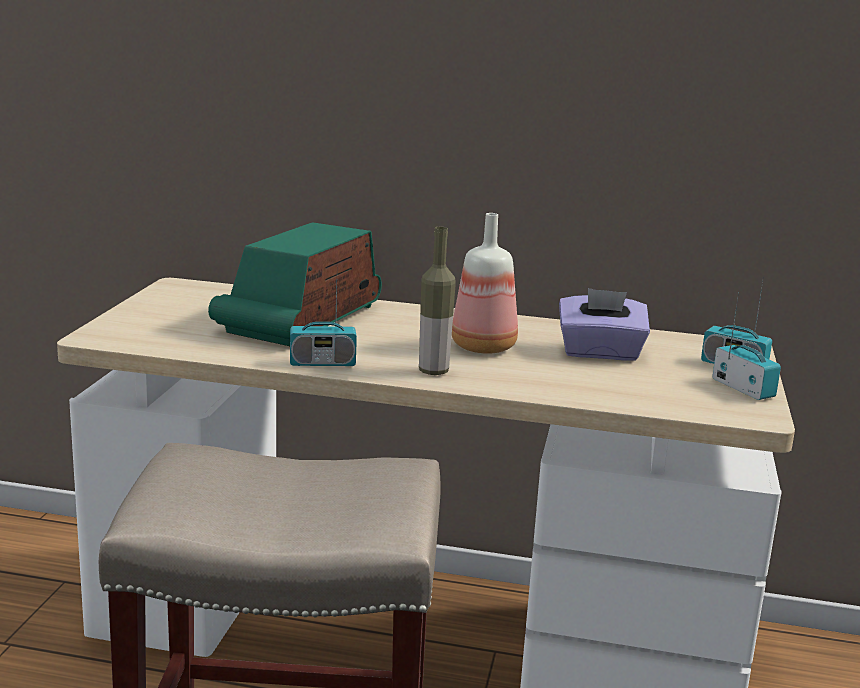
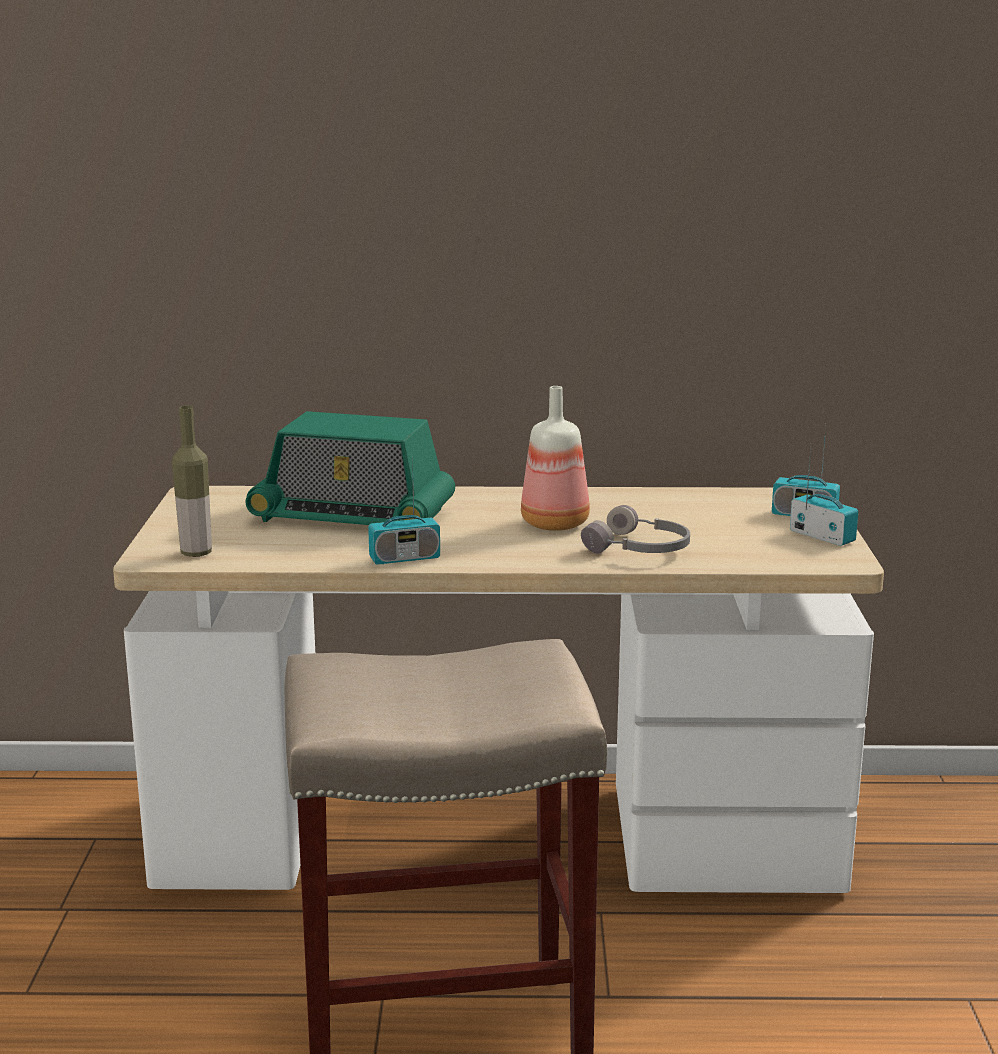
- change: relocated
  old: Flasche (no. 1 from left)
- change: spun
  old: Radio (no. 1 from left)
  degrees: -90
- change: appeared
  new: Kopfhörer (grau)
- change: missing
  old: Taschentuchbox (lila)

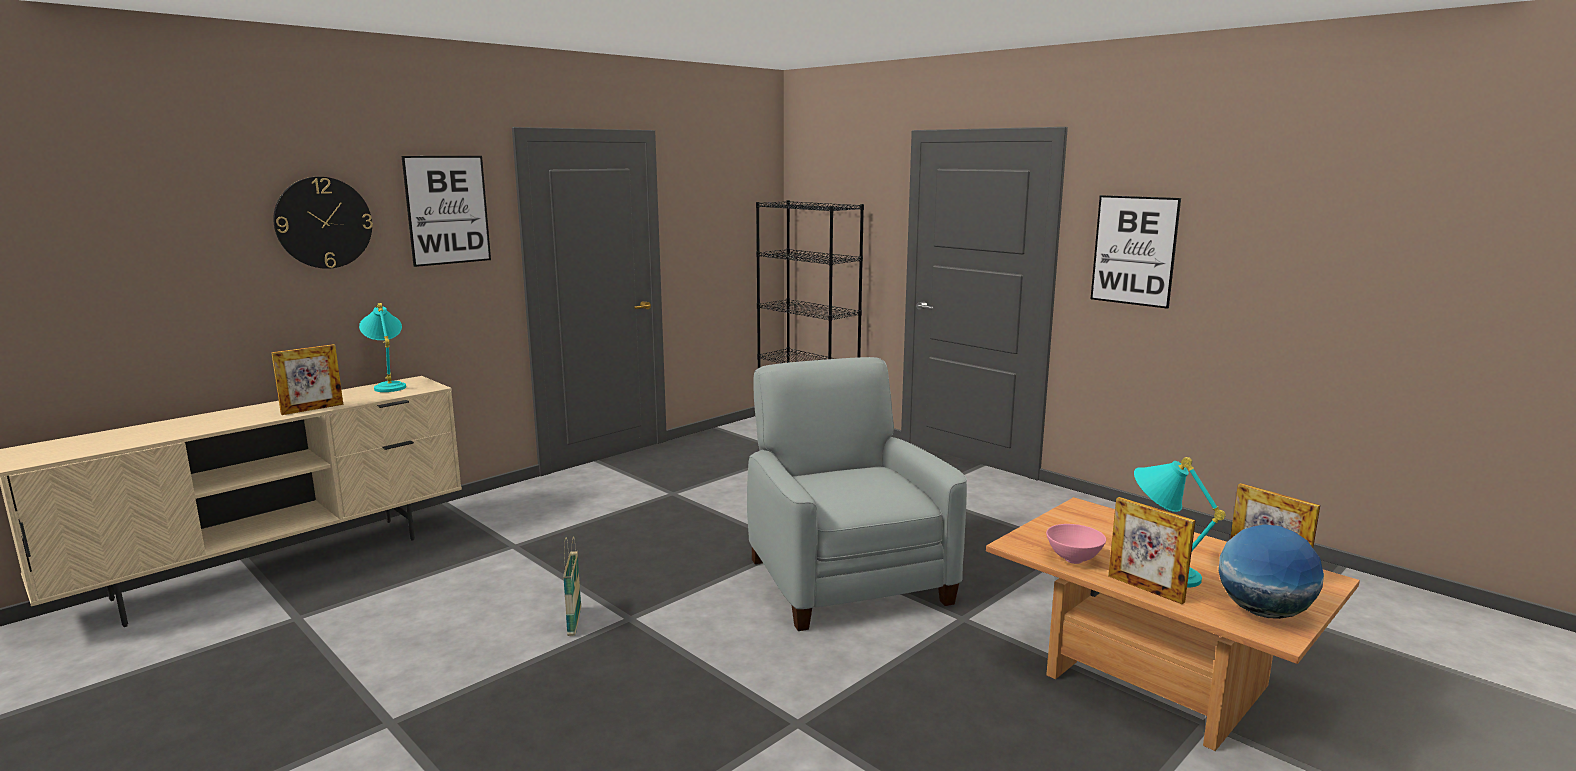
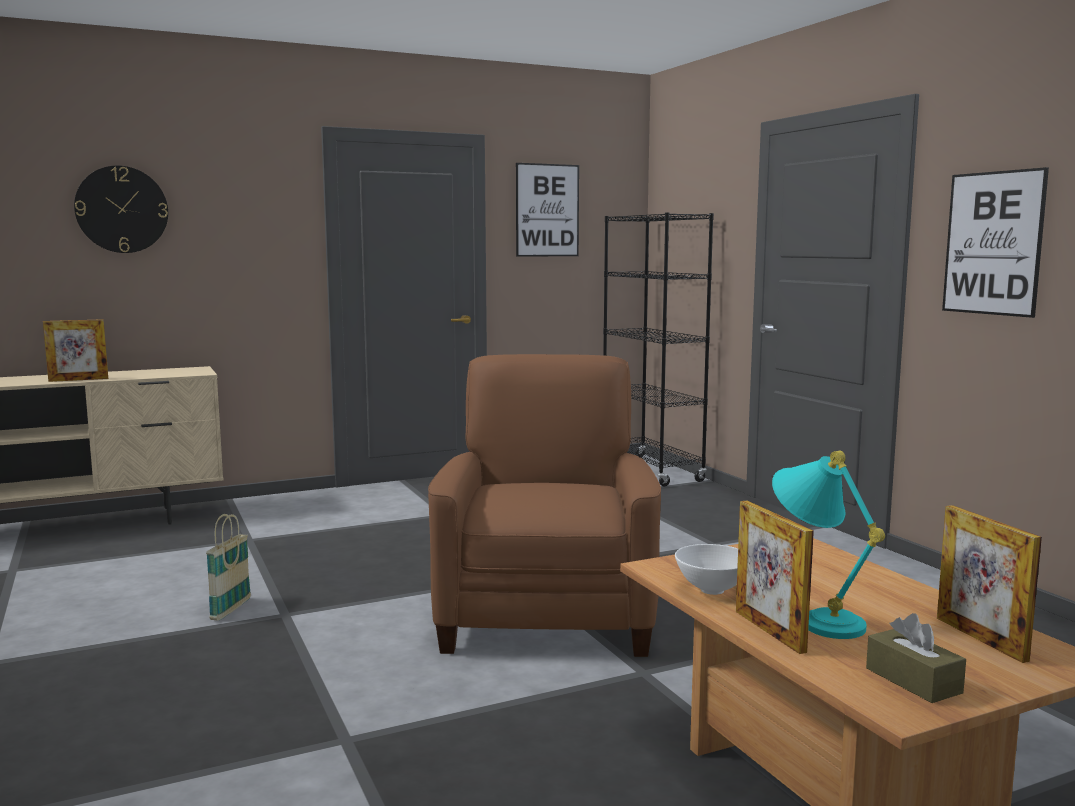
- change: colour
  old: Sessel (grau)
  new: Sessel (braun)
- change: relocated
  old: Bild (no. 1 from left)
- change: colour
  old: Schüssel (rosa)
  new: Schüssel (weiß)
- change: exchanged
  old: Globus
  new: Taschentuchbox (braun)
- change: missing
  old: Tischlampe (türkis) (no. 1 from left)

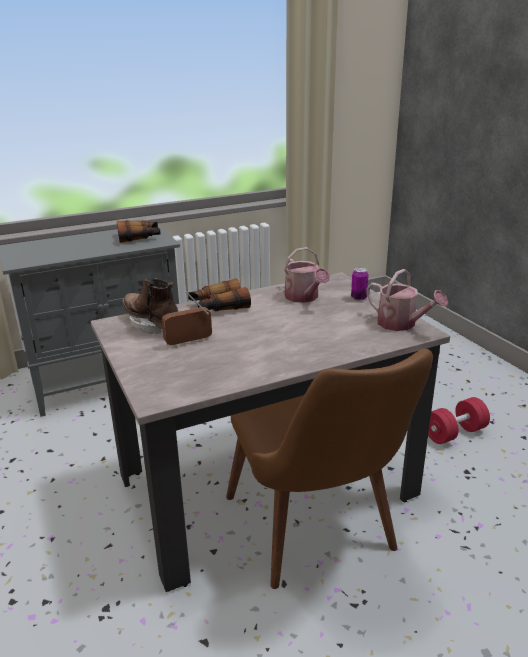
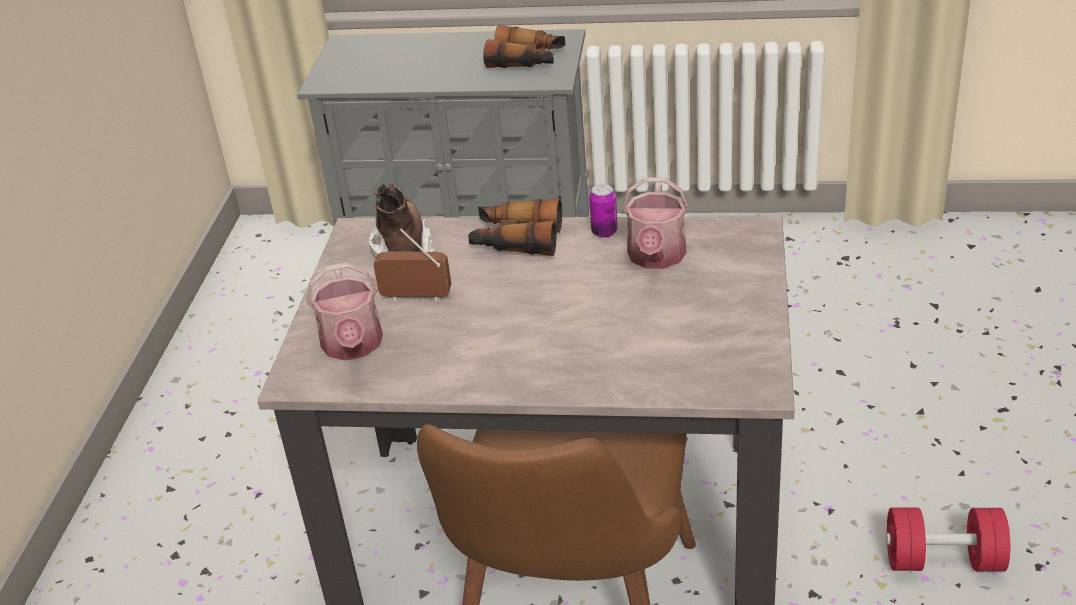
- change: relocated
  old: Gießkanne (no. 2 from left in the first image)
  new: Gießkanne (no. 1 from left)
- change: relocated
  old: Dose

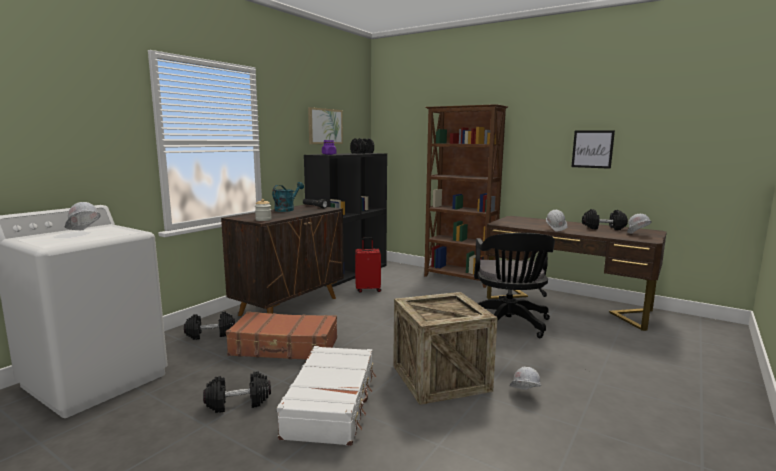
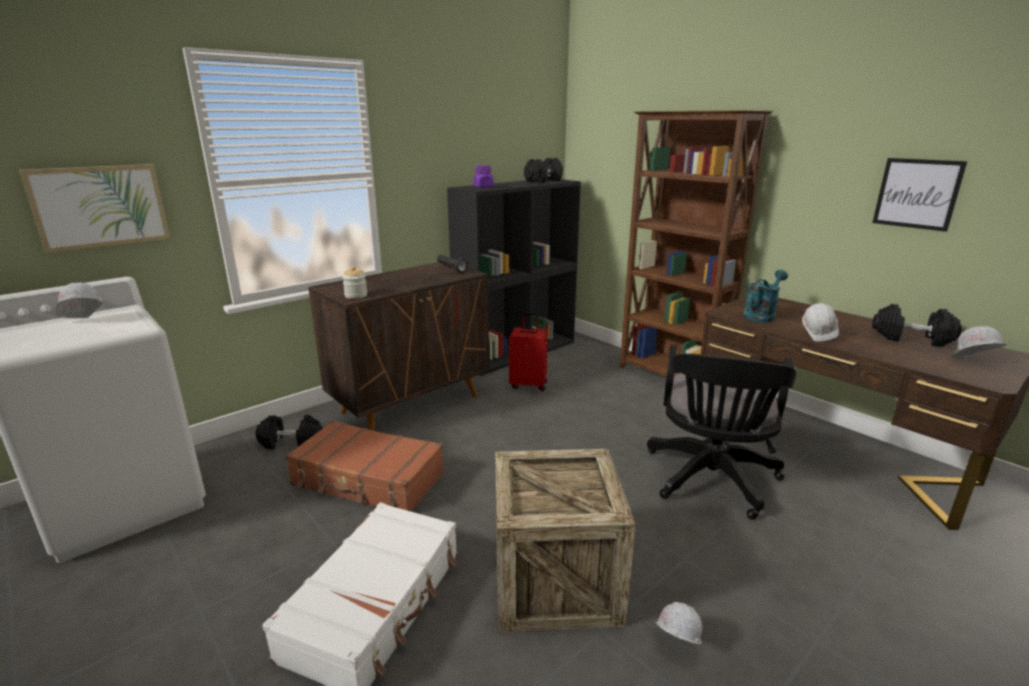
- change: relocated
  old: Bild (no. 1 from left)
- change: relocated
  old: Gießkanne (türkis)
- change: missing
  old: Hantel (schwarz) (no. 2 from left)

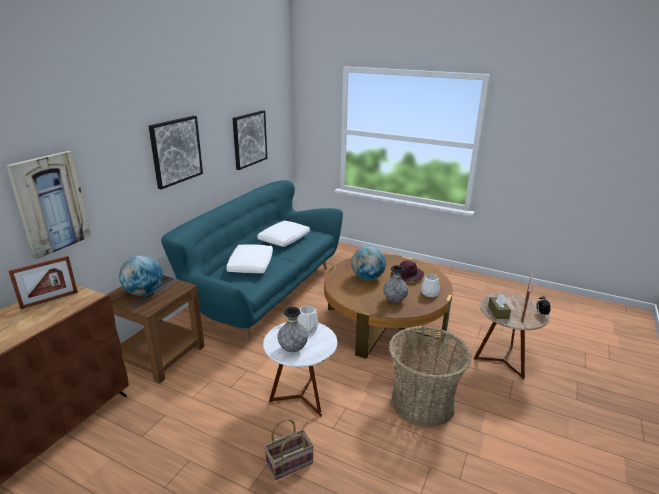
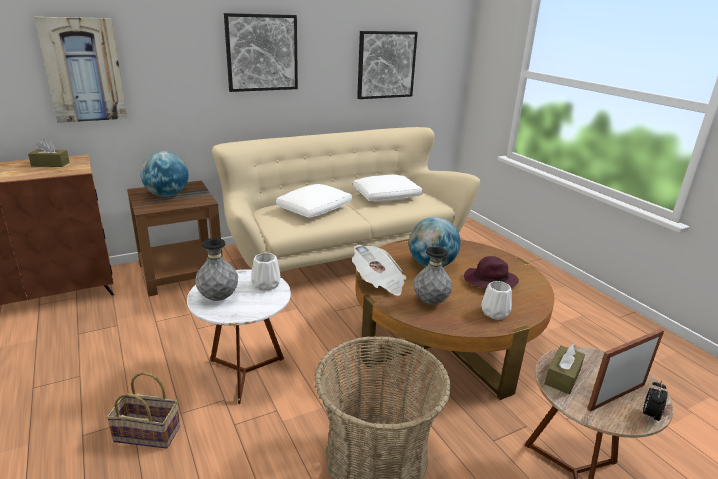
- change: exchanged
  old: Bilderrahmen (no. 1 from left)
  new: Taschentuchbox (braun) (no. 1 from left)
- change: colour
  old: Sofa (türkis)
  new: Sofa (beige)
- change: appeared
  new: Zeitung

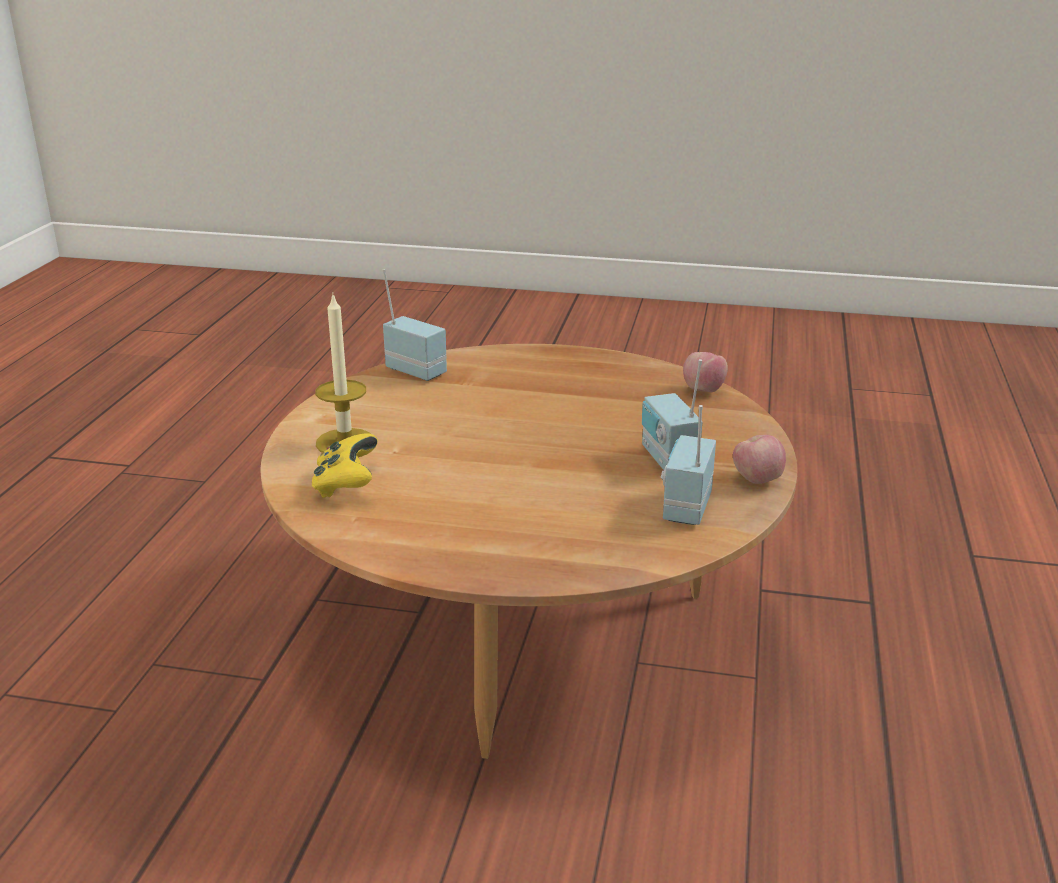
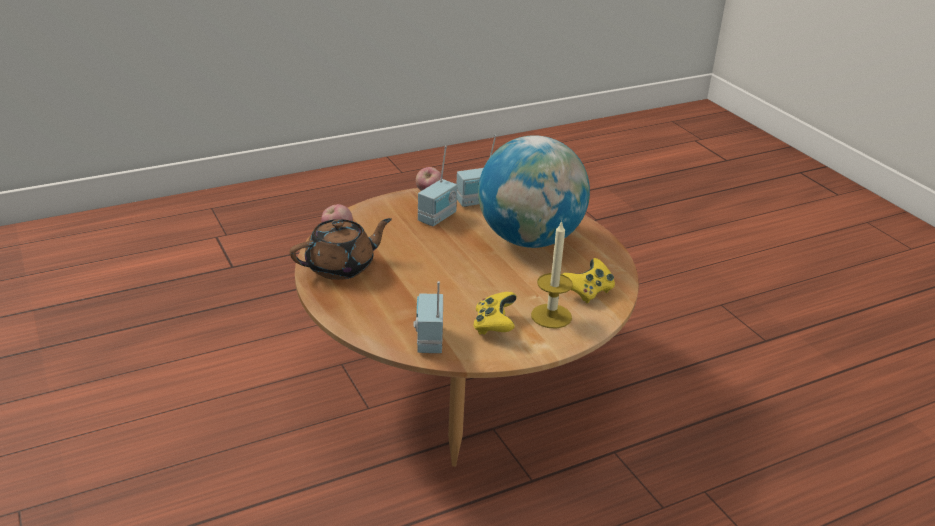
- change: appeared
  new: Teekanne (braun)
- change: appeared
  new: Gamepad (gelb) (no. 1 from left)
- change: appeared
  new: Globus

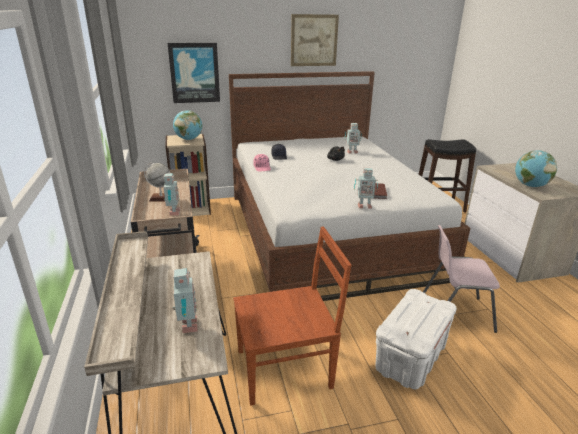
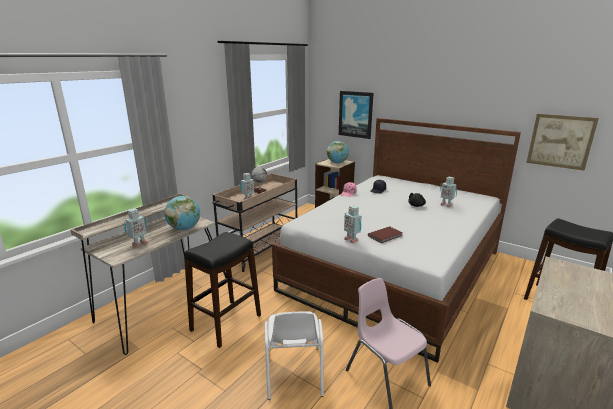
- change: relocated
  old: Globus (no. 3 from left in the first image)
  new: Globus (no. 1 from left)
- change: exchanged
  old: Stuhl (braun)
  new: Hocker (schwarz) (no. 1 from left)
- change: exchanged
  old: Aufbewahrungsbox (weiß)
  new: Stuhl (weiß)
- change: relocated
  old: Bild (no. 2 from left)

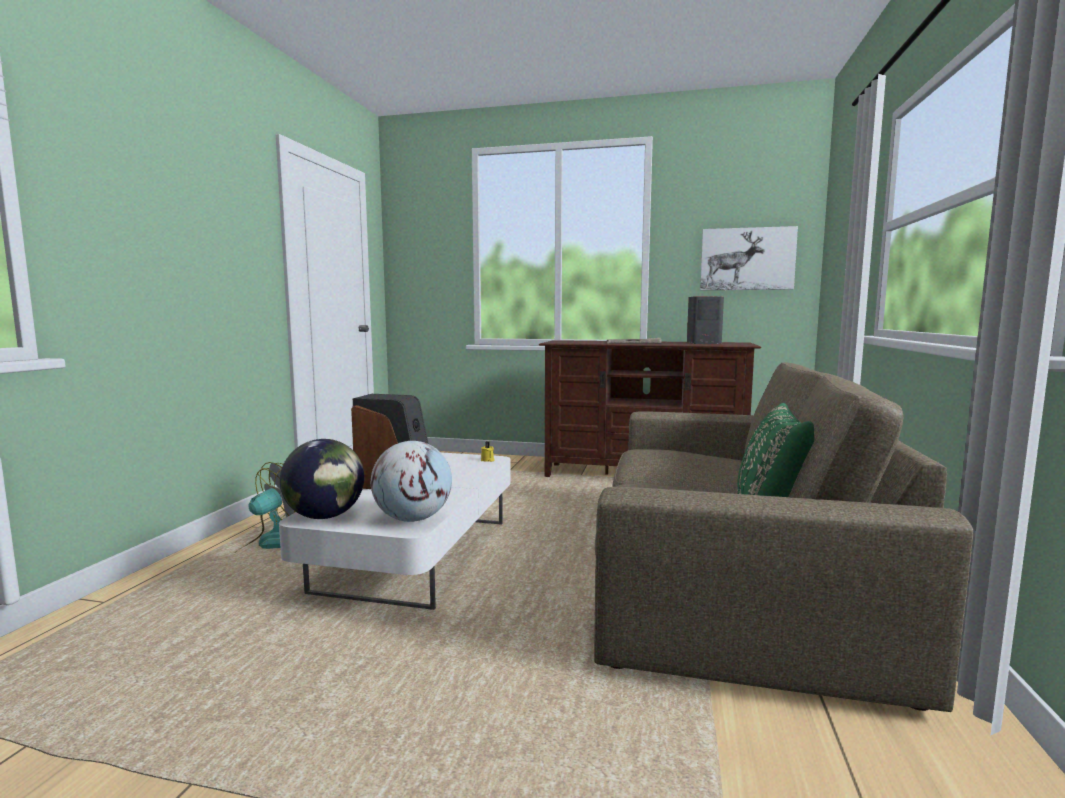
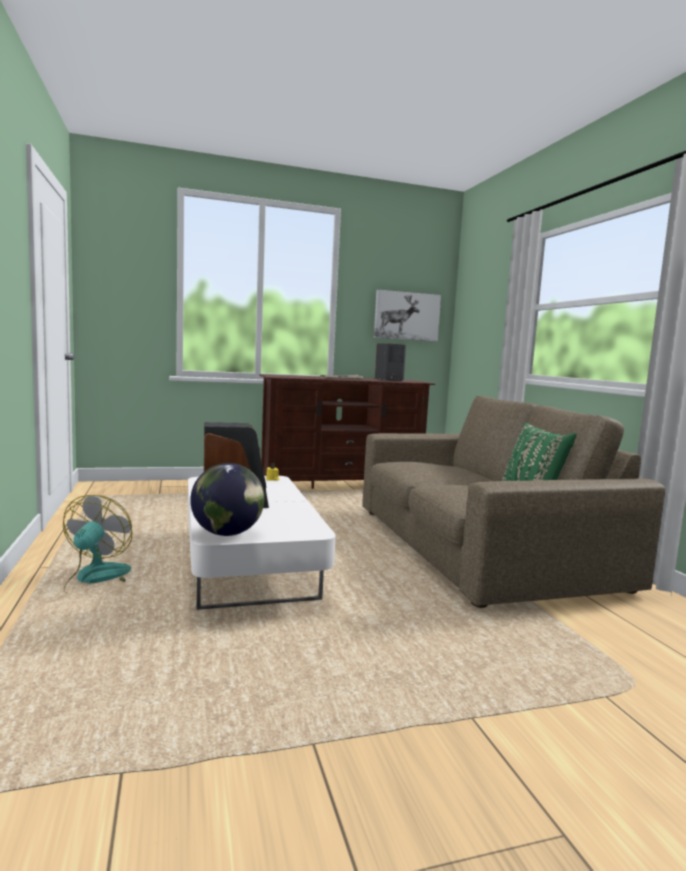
- change: missing
  old: Globus (no. 2 from left)

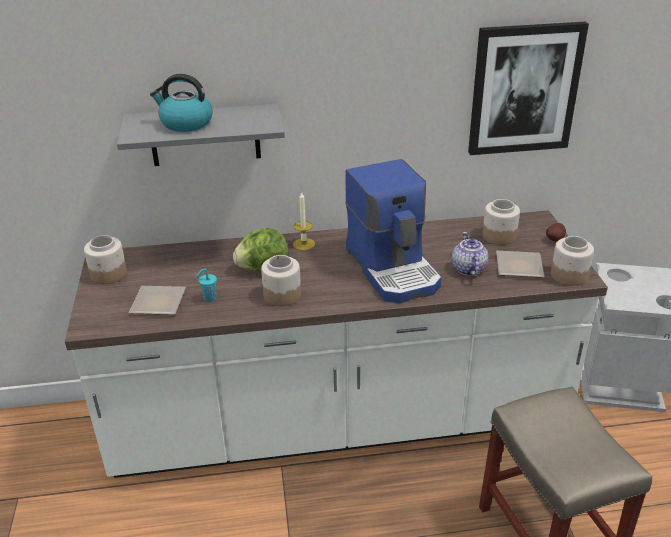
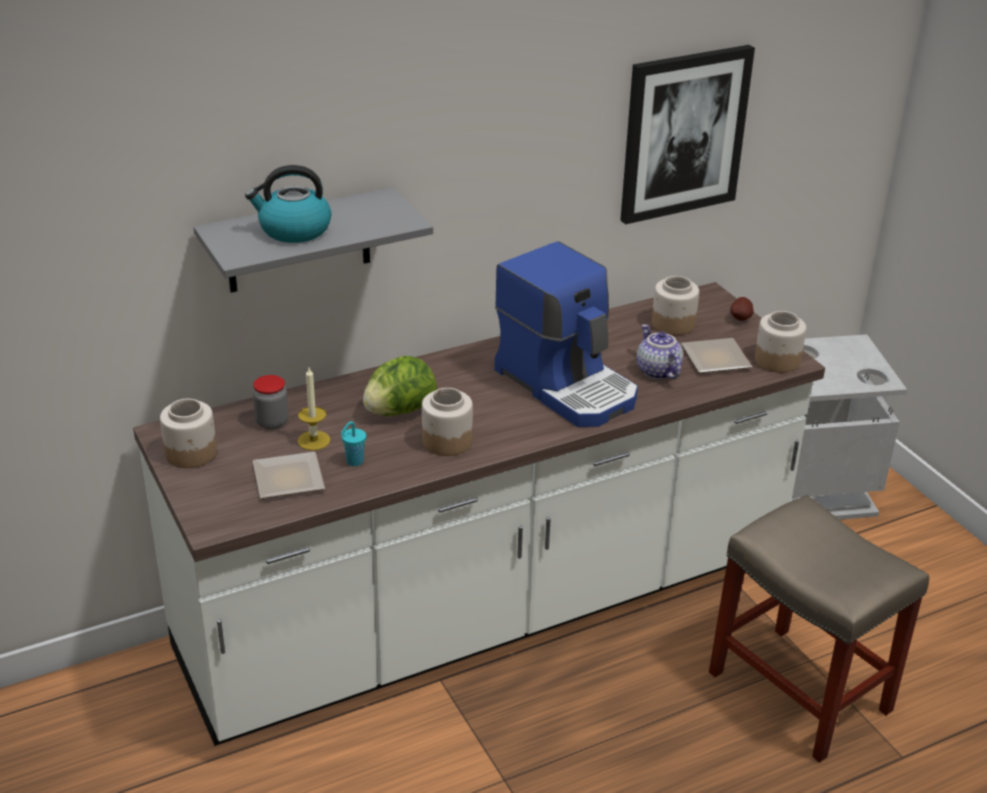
- change: appeared
  new: Vorratsglas (no. 2 from left)
- change: relocated
  old: Kerze

